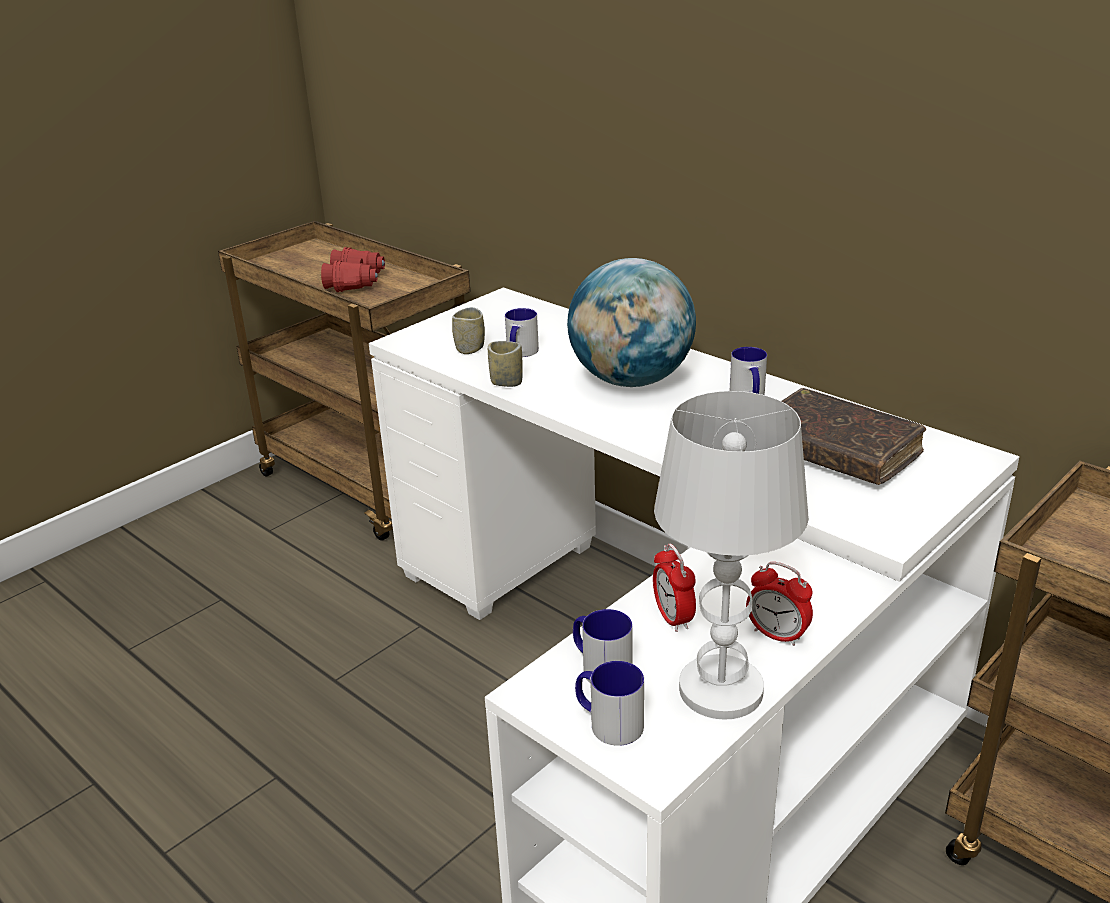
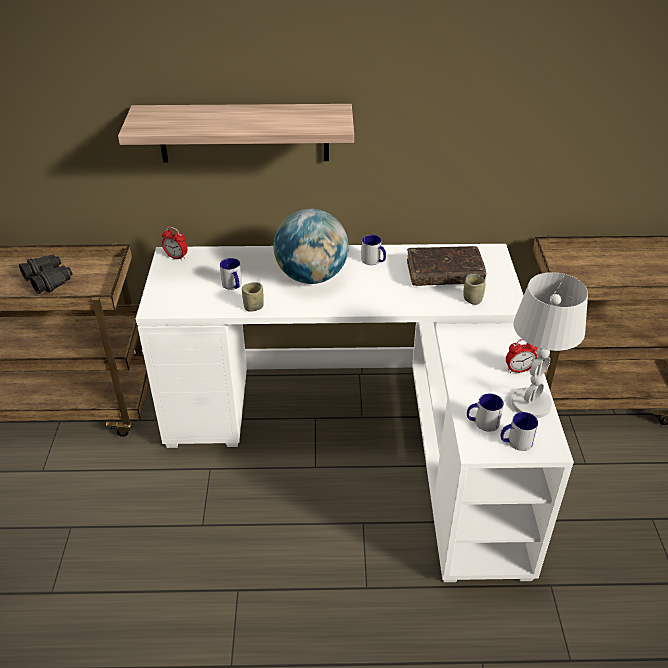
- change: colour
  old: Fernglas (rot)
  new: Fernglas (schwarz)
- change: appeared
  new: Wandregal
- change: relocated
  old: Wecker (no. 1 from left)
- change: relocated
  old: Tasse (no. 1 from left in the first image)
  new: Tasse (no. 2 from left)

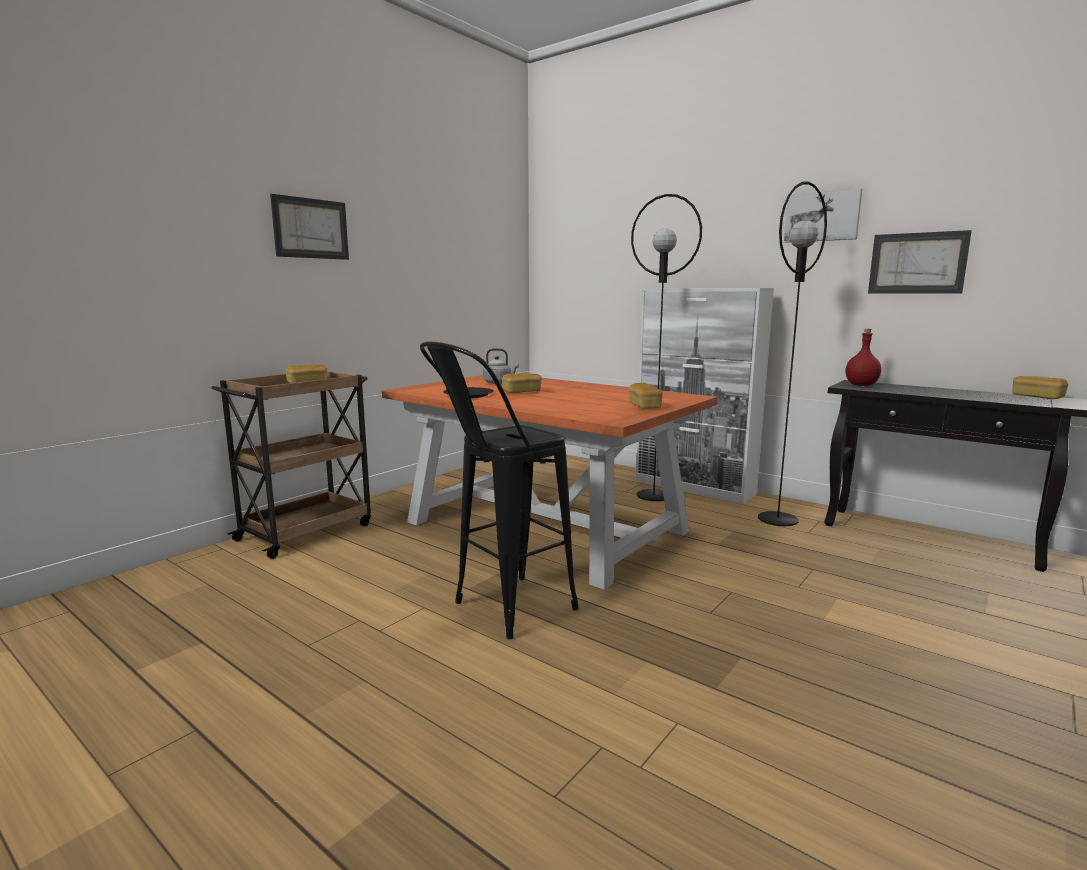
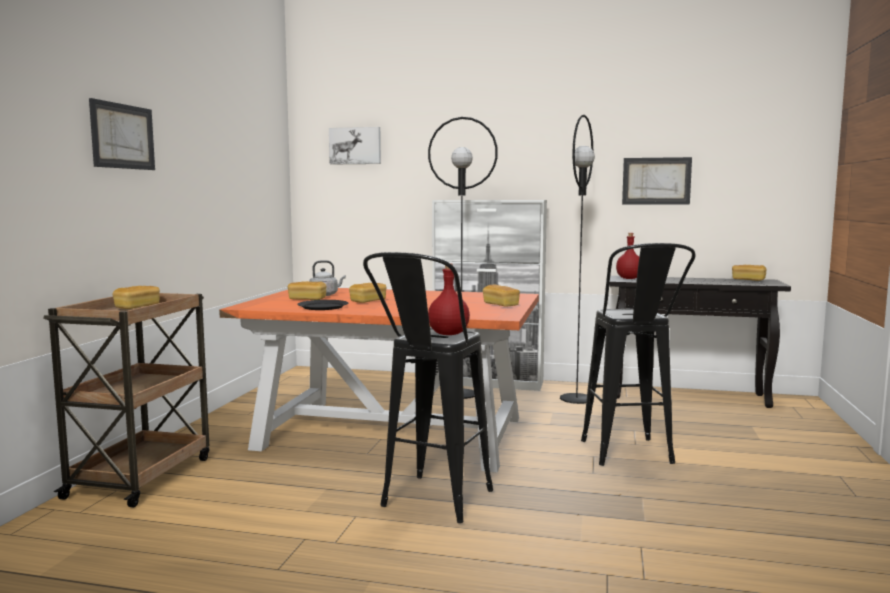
- change: appeared
  new: Brot (no. 2 from left)
- change: relocated
  old: Bild (no. 2 from left)
- change: appeared
  new: Flasche (rot) (no. 1 from left)
- change: appeared
  new: Hocker (schwarz) (no. 2 from left)

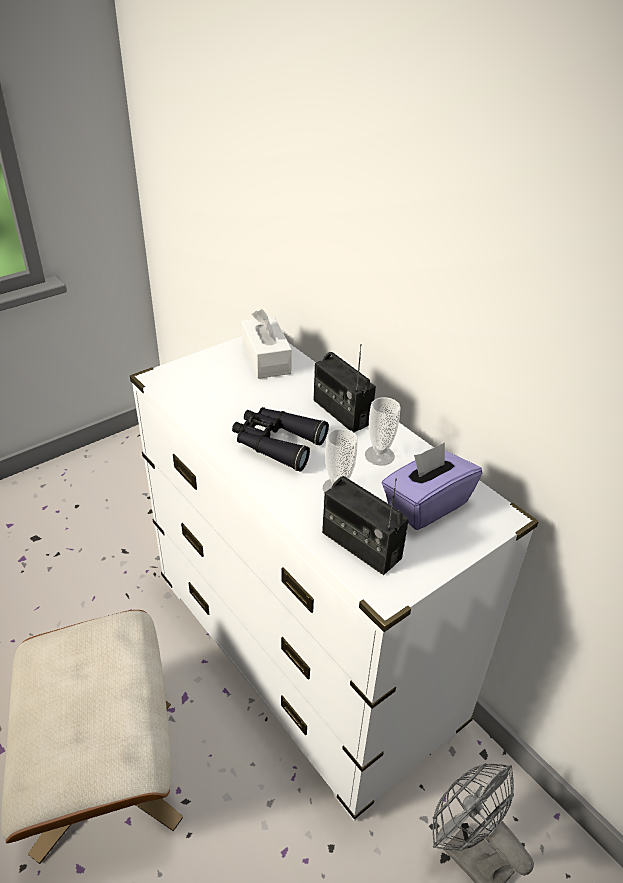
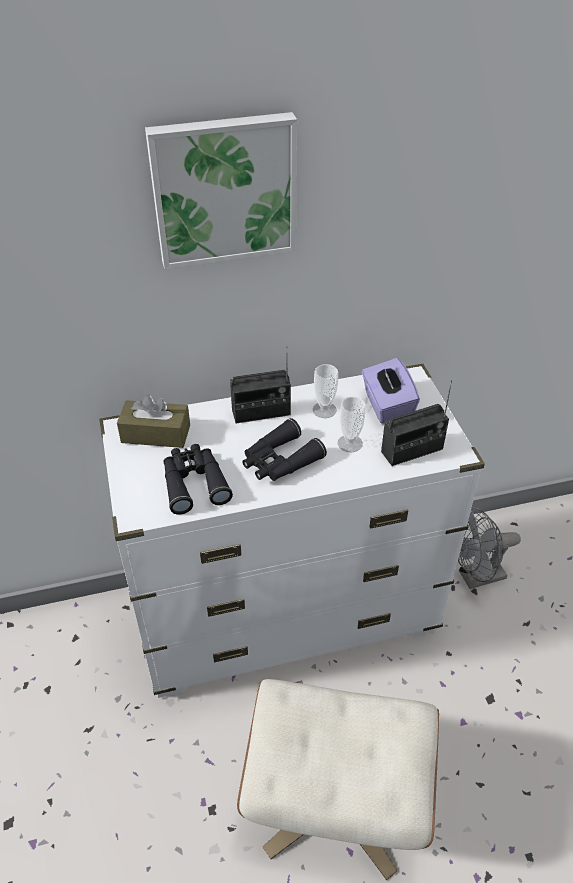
- change: colour
  old: Taschentuchbox (weiß)
  new: Taschentuchbox (braun)
- change: appeared
  new: Bild
- change: appeared
  new: Fernglas (schwarz) (no. 1 from left)

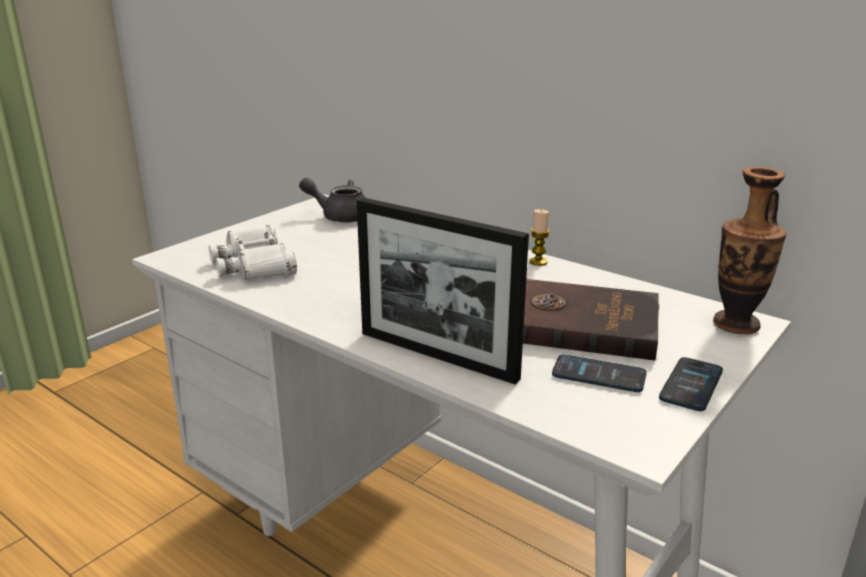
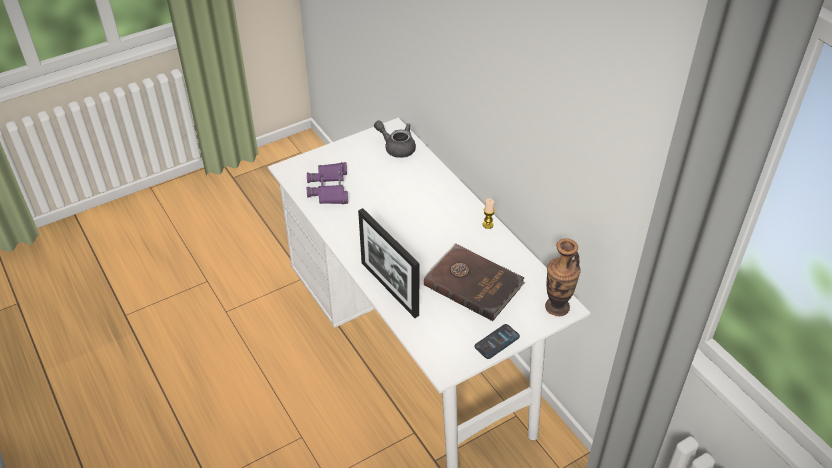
- change: colour
  old: Fernglas (weiß)
  new: Fernglas (lila)
- change: missing
  old: Handy (no. 1 from left)

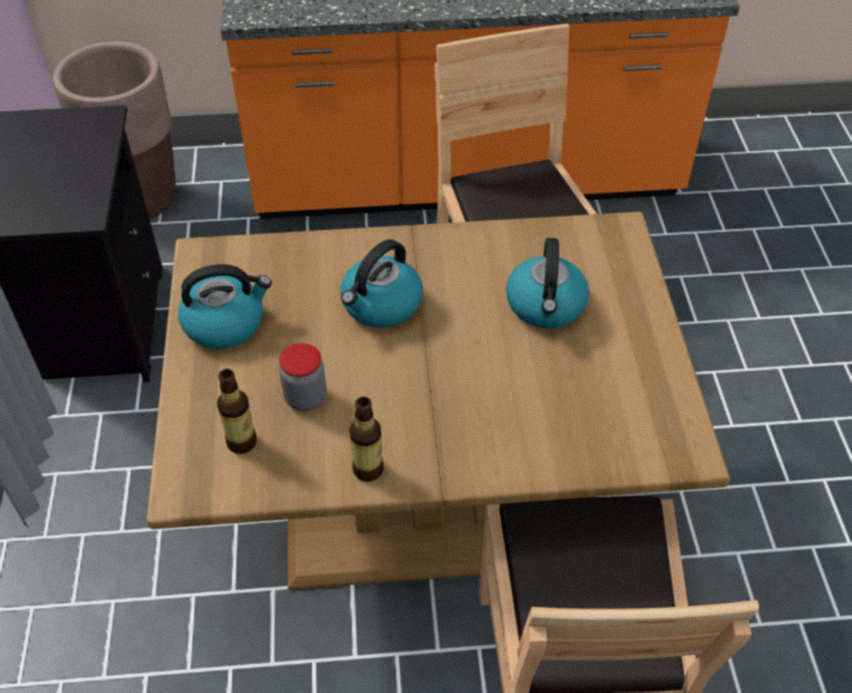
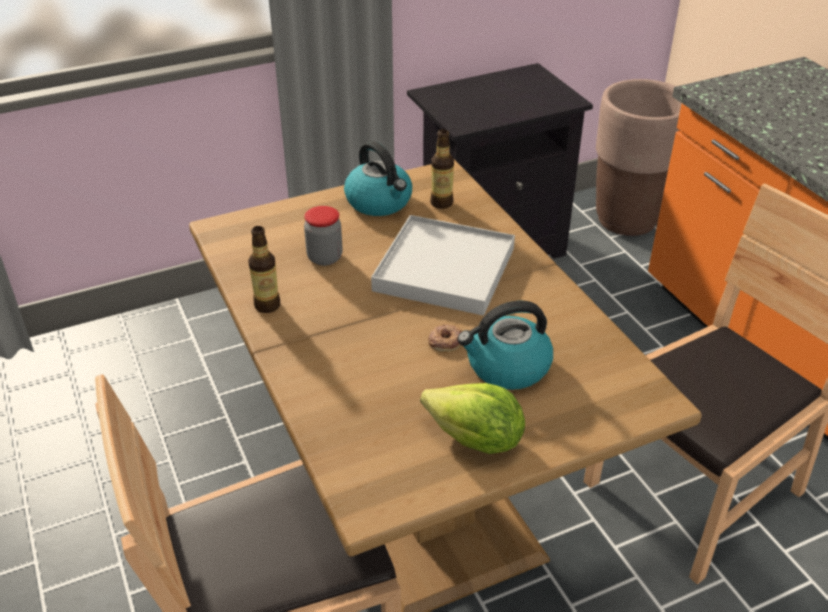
- change: exchanged
  old: Wasserkessel (no. 2 from left)
  new: Tablett (weiß)
- change: appeared
  new: Salatkopf
- change: appeared
  new: Donut
- change: relocated
  old: Flasche (no. 1 from left in the first image)
  new: Flasche (no. 2 from left)

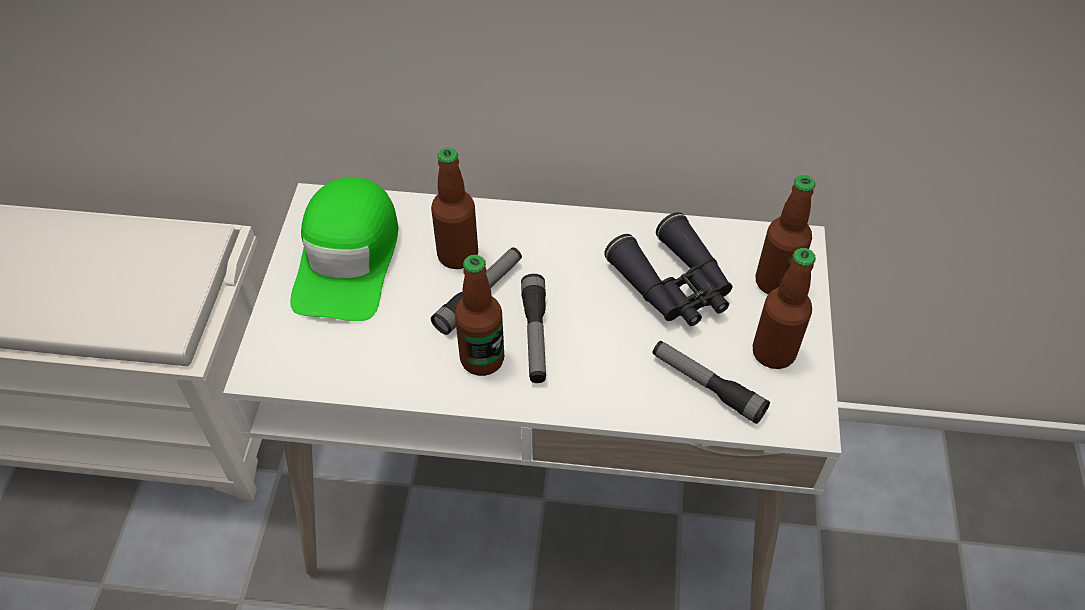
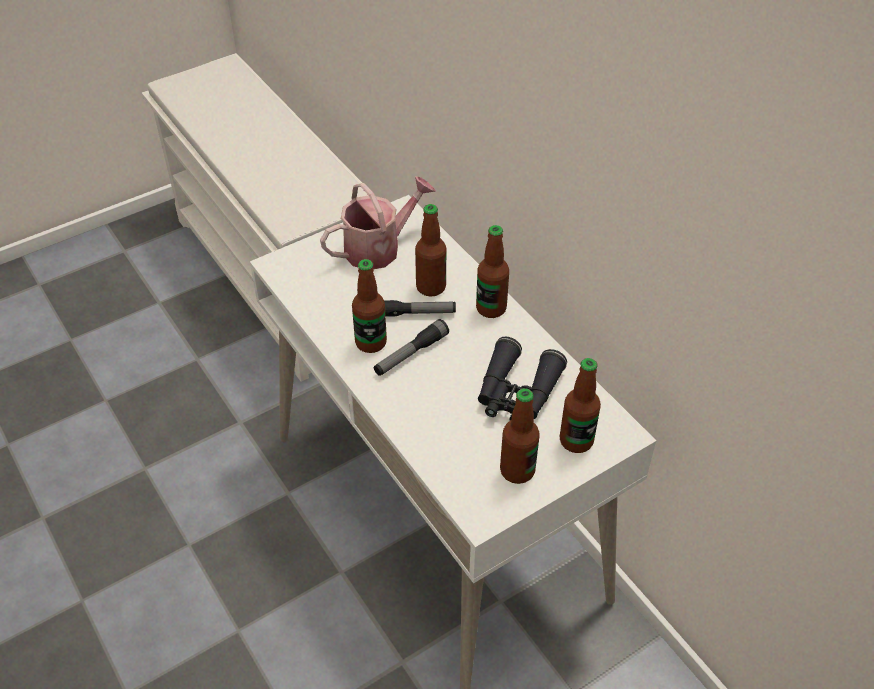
- change: exchanged
  old: Kappe (grün)
  new: Gießkanne
- change: appeared
  new: Flasche (no. 3 from left)
- change: missing
  old: Taschenlampe (no. 3 from left)

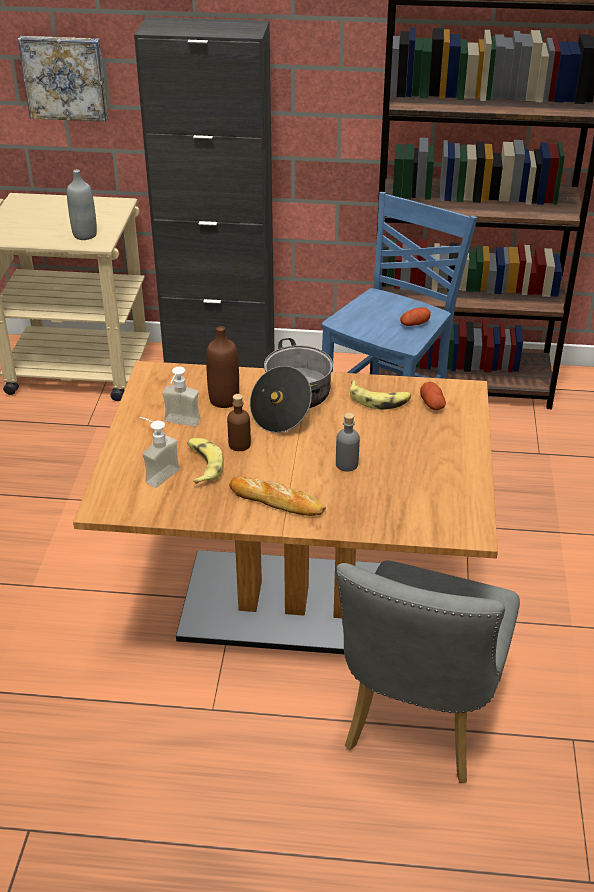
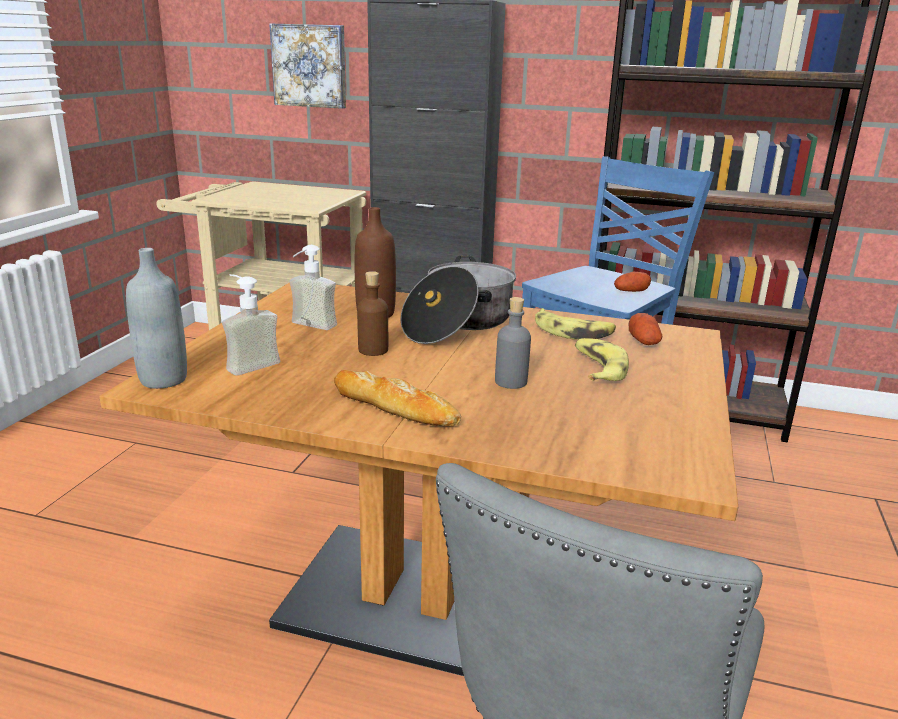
- change: relocated
  old: Flasche (grau) (no. 1 from left)
- change: relocated
  old: Banane (no. 1 from left in the first image)
  new: Banane (no. 2 from left)

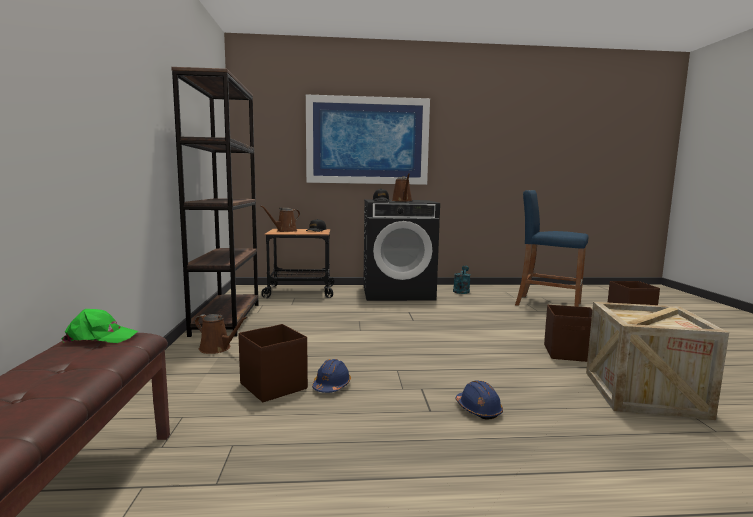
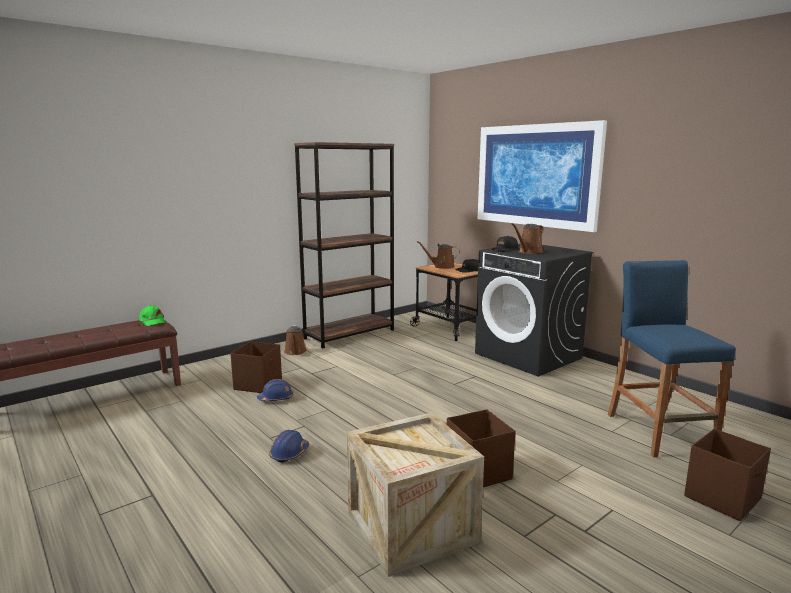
- change: missing
  old: Gießkanne (türkis)

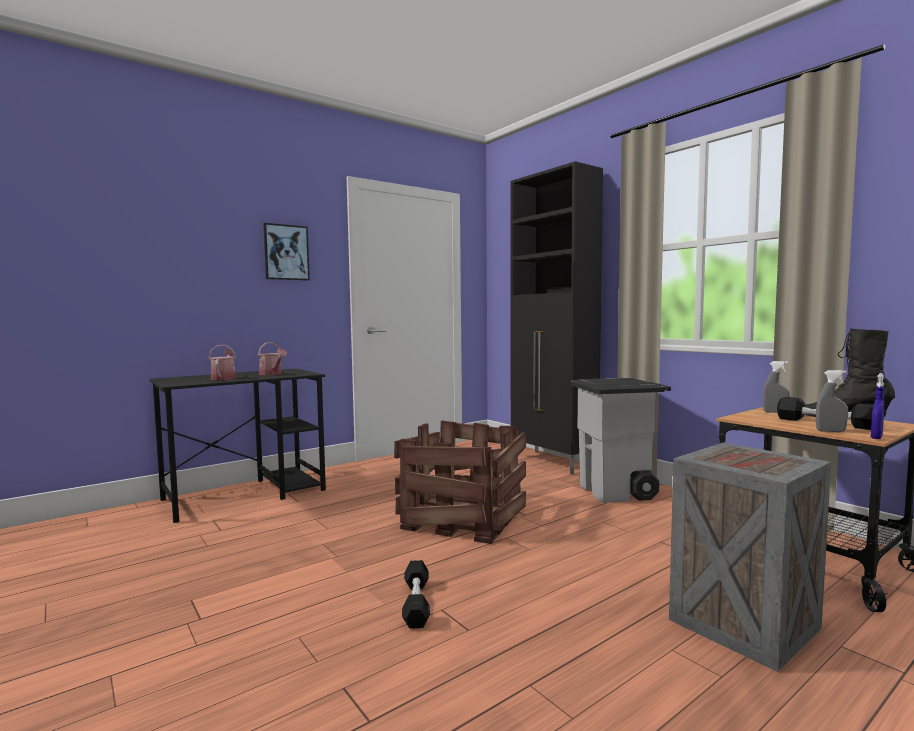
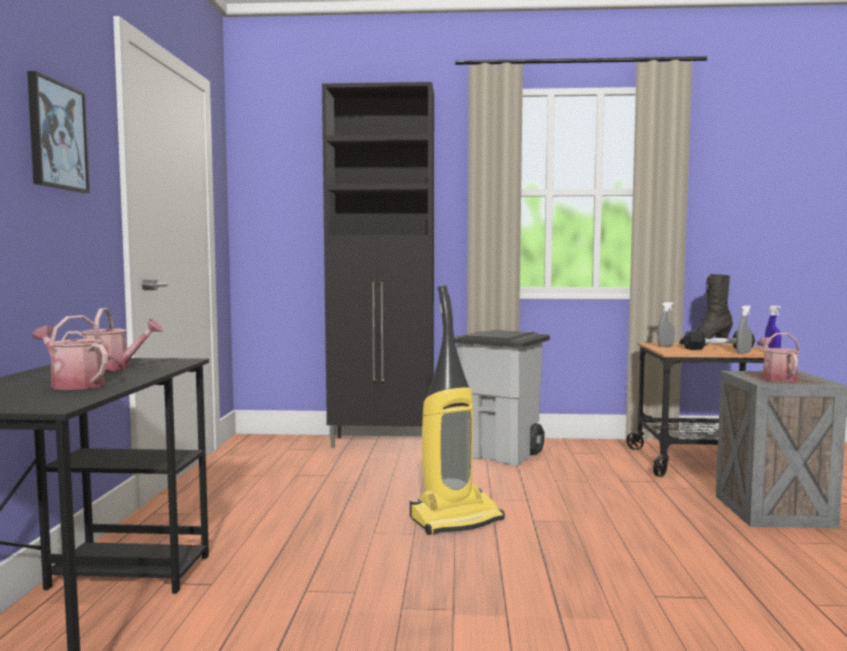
- change: exchanged
  old: Kiste (no. 1 from left)
  new: Staubsauger
- change: appeared
  new: Gießkanne (no. 3 from left)
- change: missing
  old: Hantel (schwarz) (no. 1 from left)

